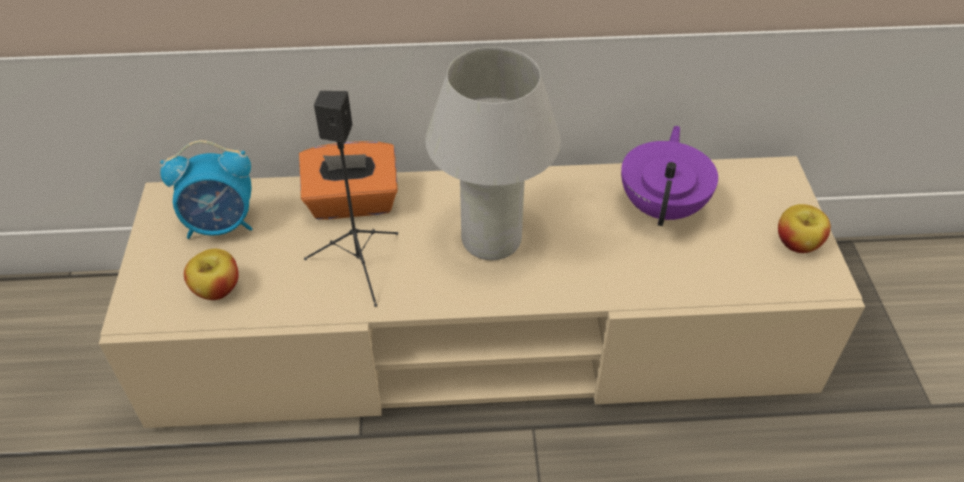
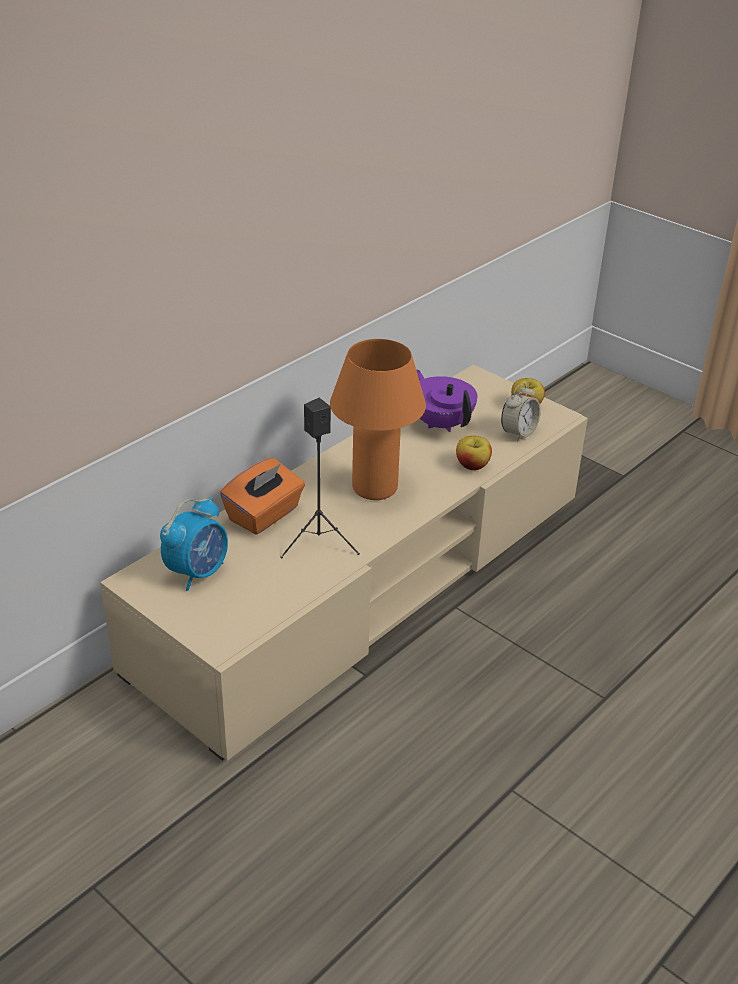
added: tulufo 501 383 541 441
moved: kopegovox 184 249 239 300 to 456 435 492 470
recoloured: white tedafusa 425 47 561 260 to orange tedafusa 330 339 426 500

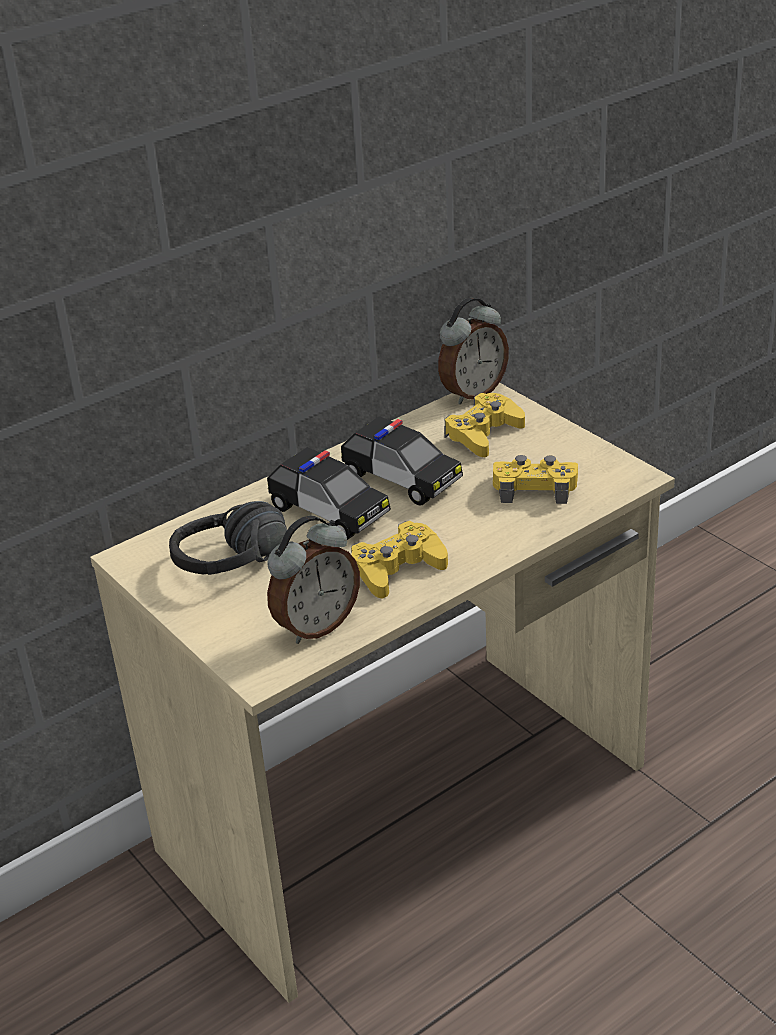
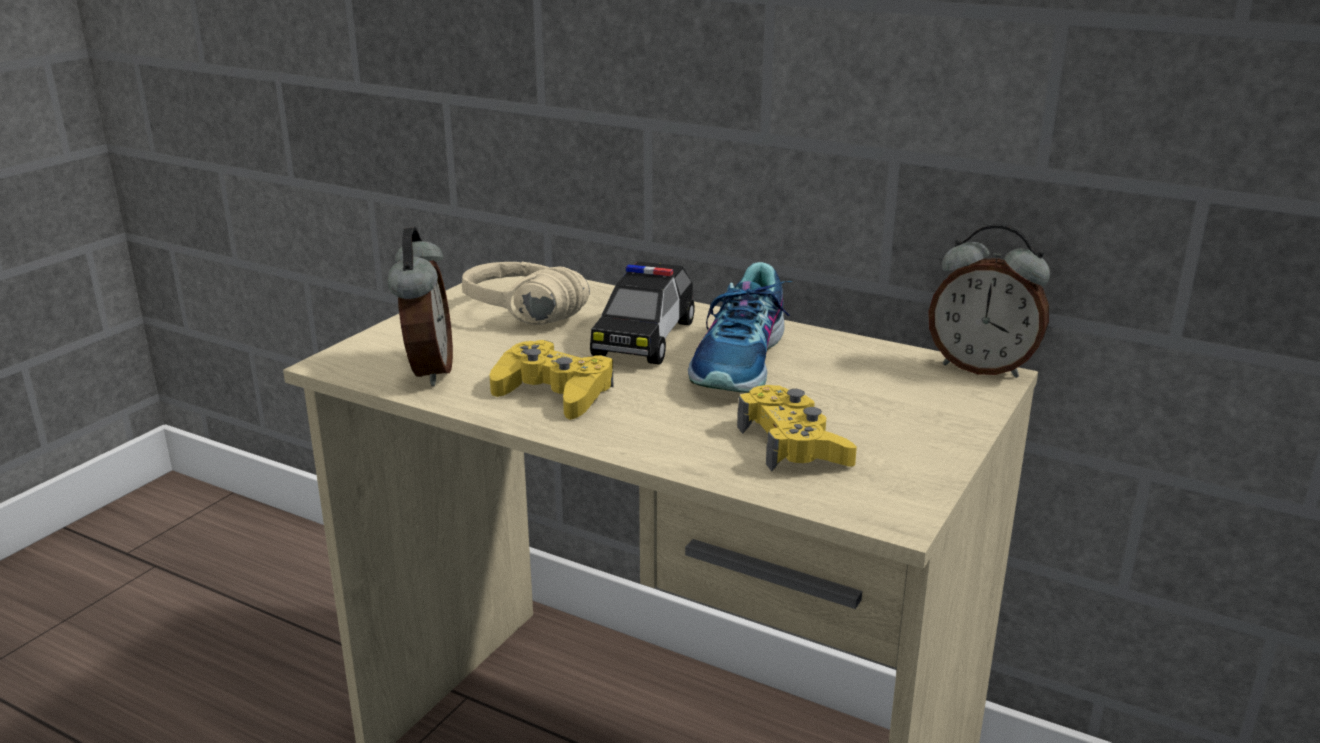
removed: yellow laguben 444 393 525 457
replaced: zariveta 341 416 463 506 to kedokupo 688 262 792 393
recoloured: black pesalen 169 501 287 575 to beige pesalen 462 262 590 325
turned: tulufo 267 515 360 644 = 387 227 453 386 120 degrees counterclockwise

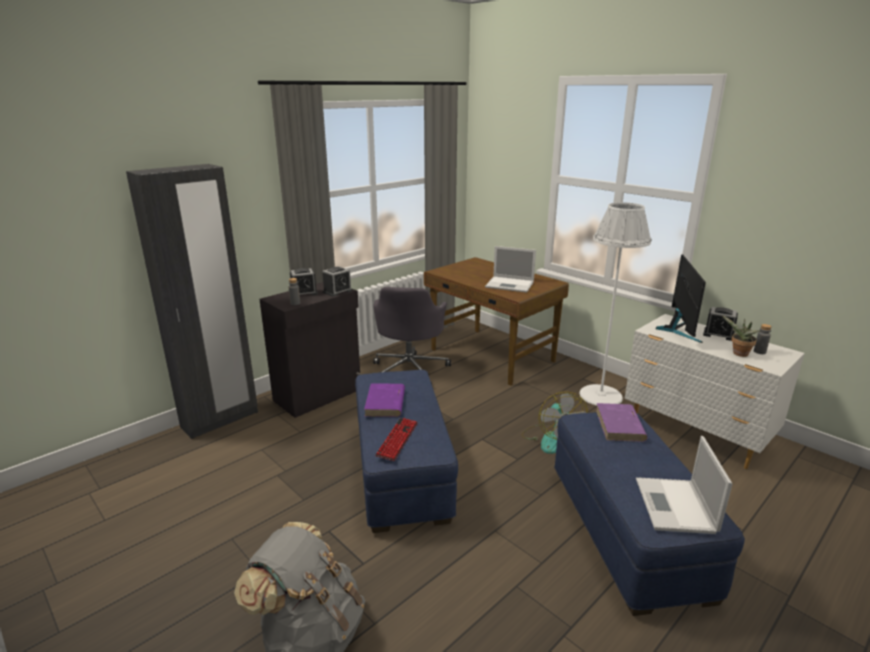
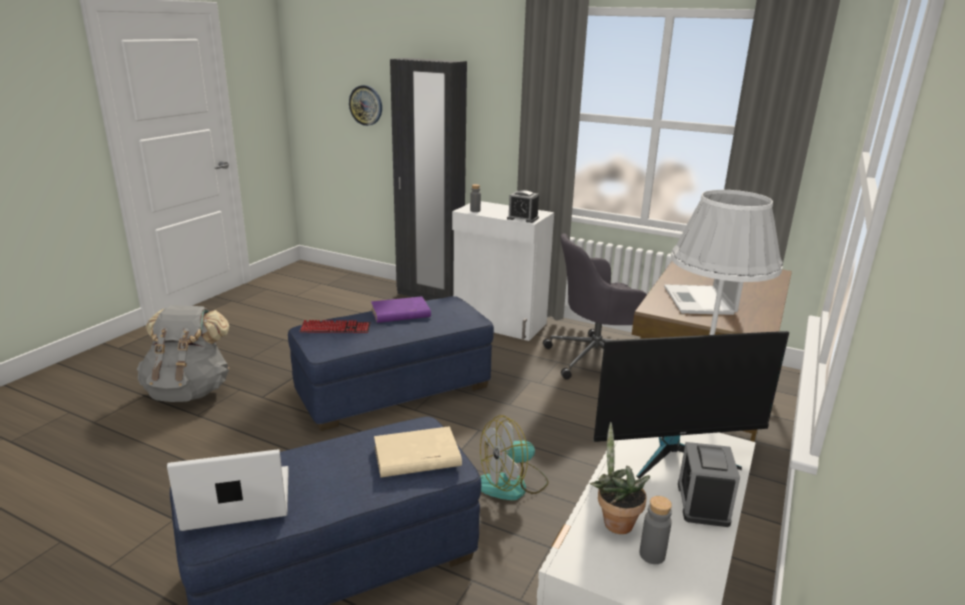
removed: tulufo 290 268 318 295
added: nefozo 349 85 382 126
recoloured: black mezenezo 259 282 361 418 to white mezenezo 452 201 554 341; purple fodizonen 596 403 648 442 to beige fodizonen 374 426 462 478

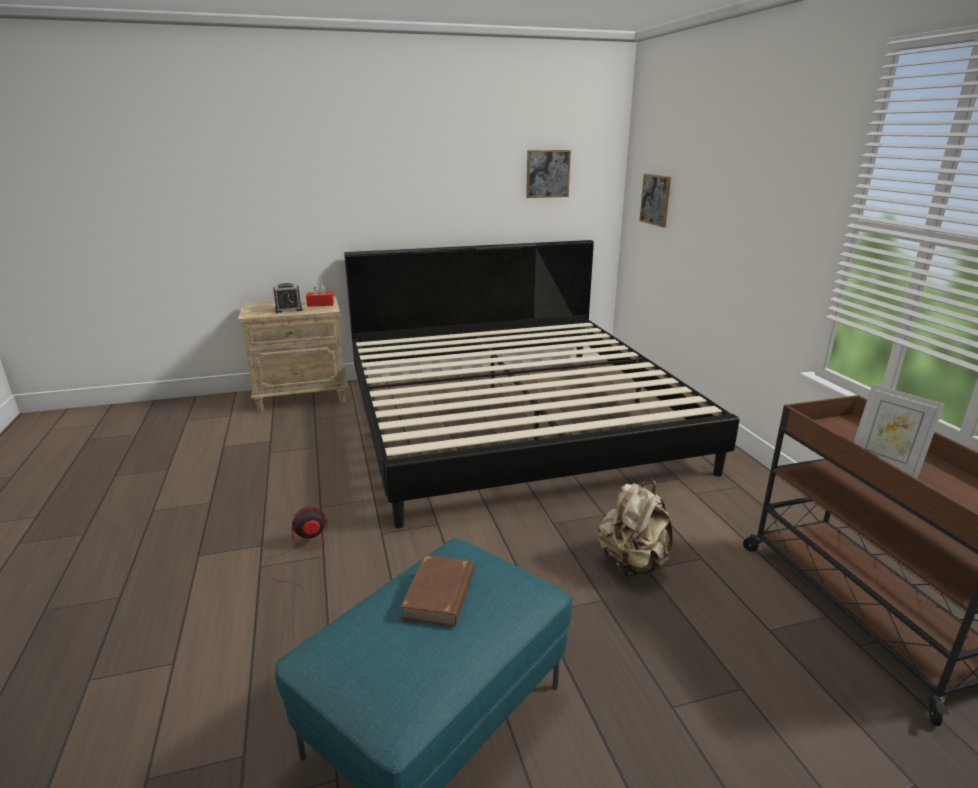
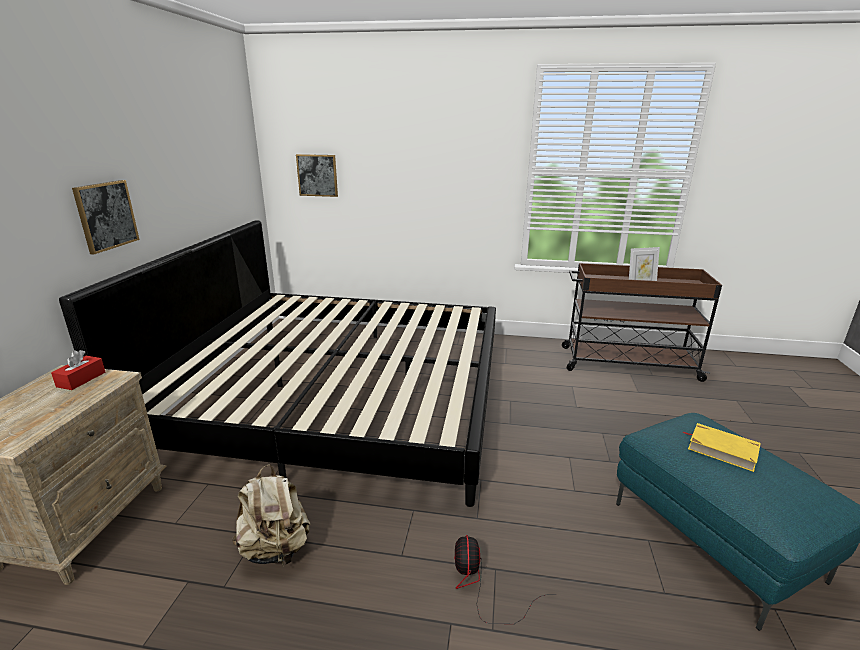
removed: tulufo 273 283 303 313
moved: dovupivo 526 150 571 198 to 72 180 140 254; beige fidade 598 480 673 577 to 232 464 310 565
recoloured: brown fodizonen 401 555 474 627 to yellow fodizonen 682 423 761 472

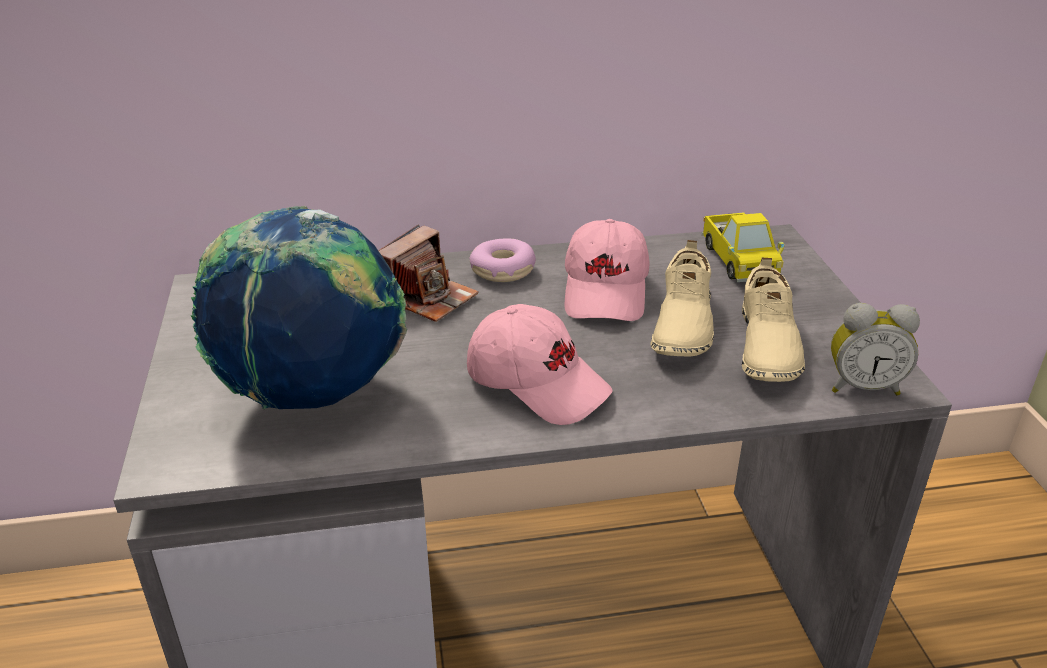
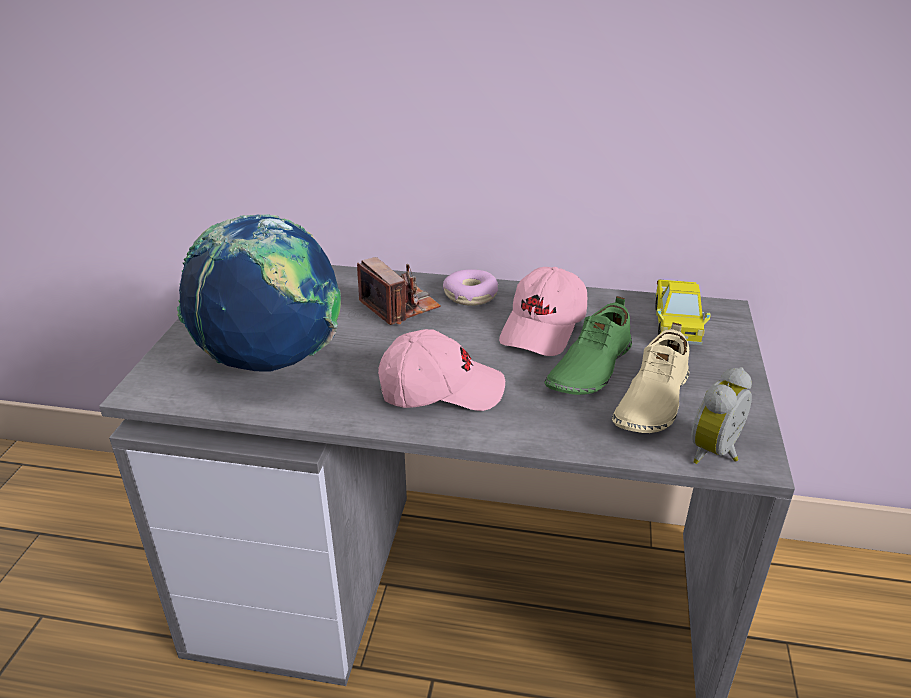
recoloured: beige kedokupo 650 240 714 357 to green kedokupo 544 296 632 395
turned: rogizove 378 224 478 322 = 357 257 441 325 90 degrees counterclockwise; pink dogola 467 304 612 425 = 378 329 505 411 60 degrees counterclockwise; tulufo 831 303 920 395 = 691 367 752 464 105 degrees clockwise

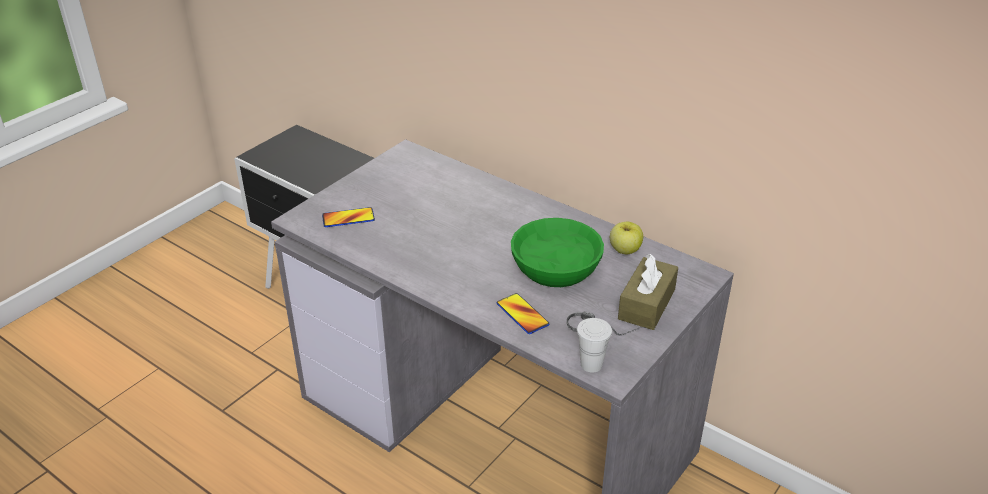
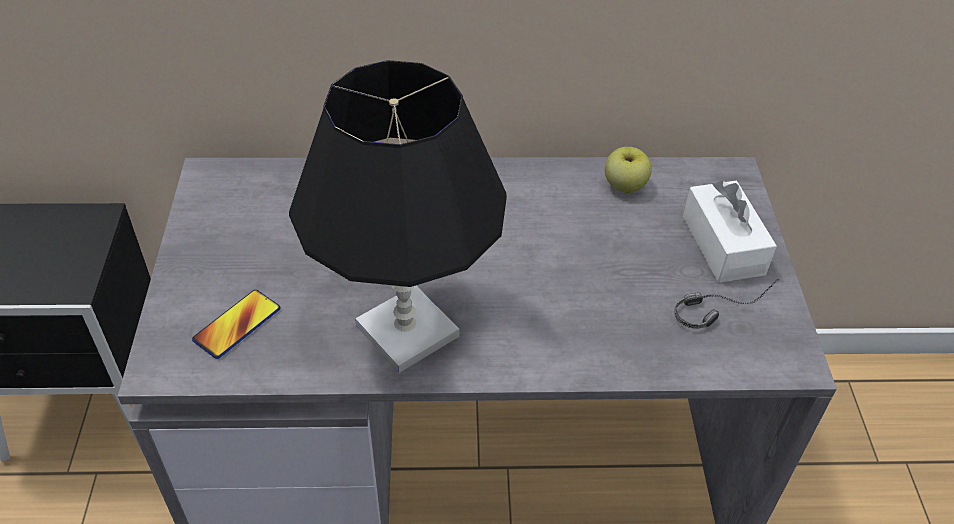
removed: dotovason 497 293 549 334; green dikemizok 511 218 604 287; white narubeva 577 318 612 373
added: black tedafusa 289 60 507 373
recoloured: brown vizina 618 254 678 330 to white vizina 683 181 777 283

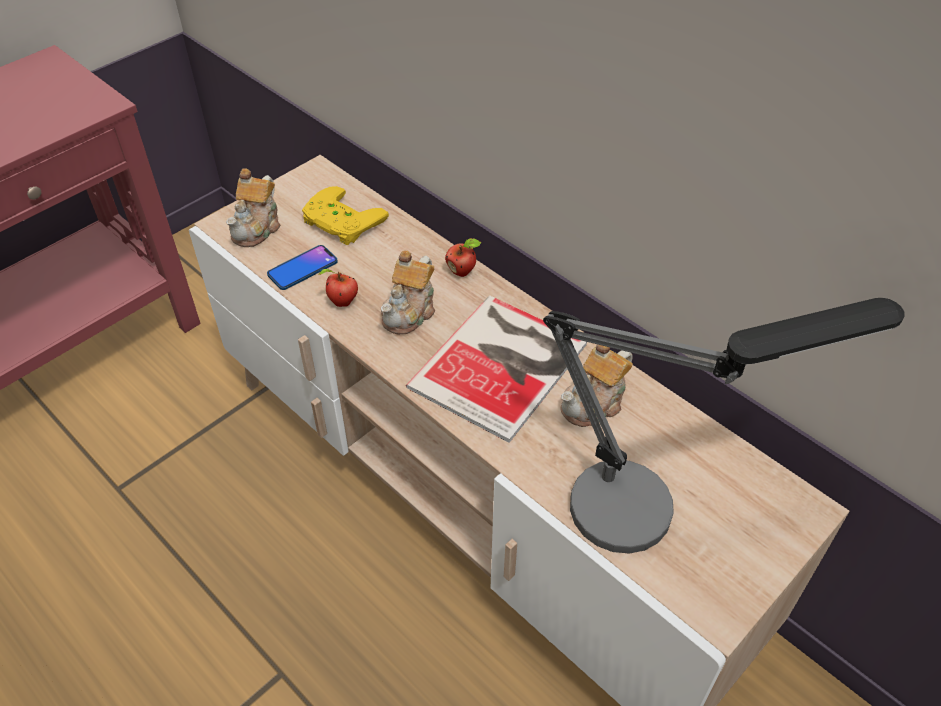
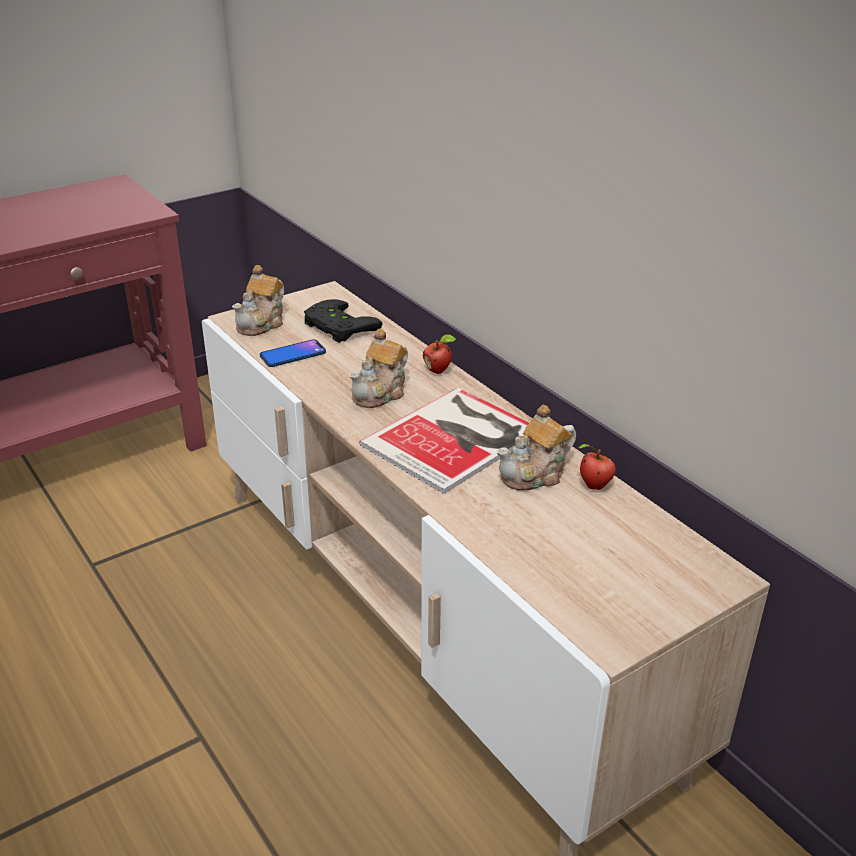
removed: tedafusa 543 298 904 554
moved: kopegovox 318 269 358 307 to 579 444 616 490
recoloured: yellow laguben 302 186 389 245 to black laguben 304 299 382 343

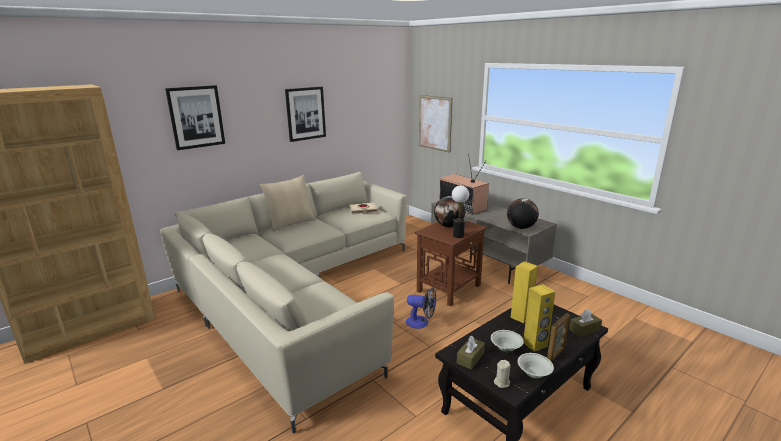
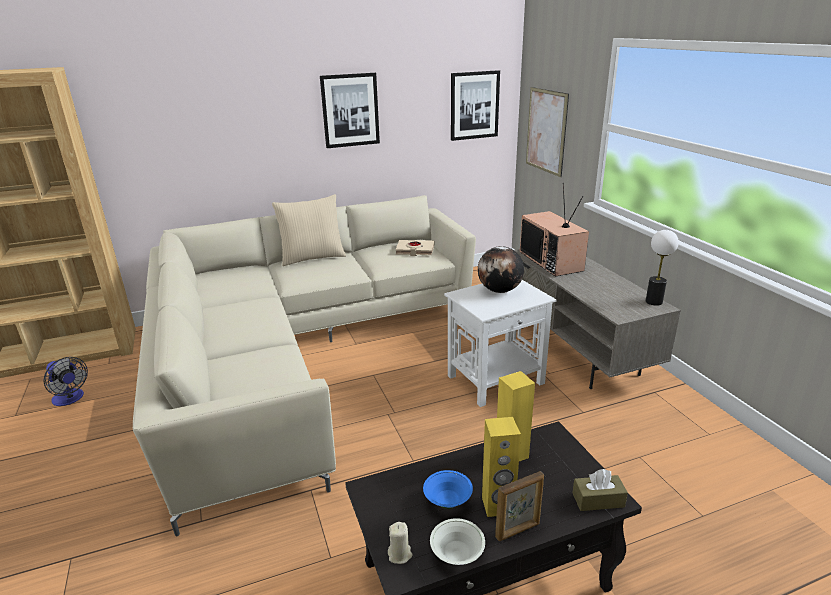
removed: brown vizina 457 336 485 369; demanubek 507 198 539 229
moved: dovupivo 165 85 225 150 to 451 70 500 141; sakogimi 406 288 436 329 to 43 357 88 406; tedafusa 452 186 469 238 to 646 230 679 306
recoloured: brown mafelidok 415 221 487 306 to white mafelidok 444 280 557 407; white dikemizok 491 330 524 352 to blue dikemizok 423 470 473 509

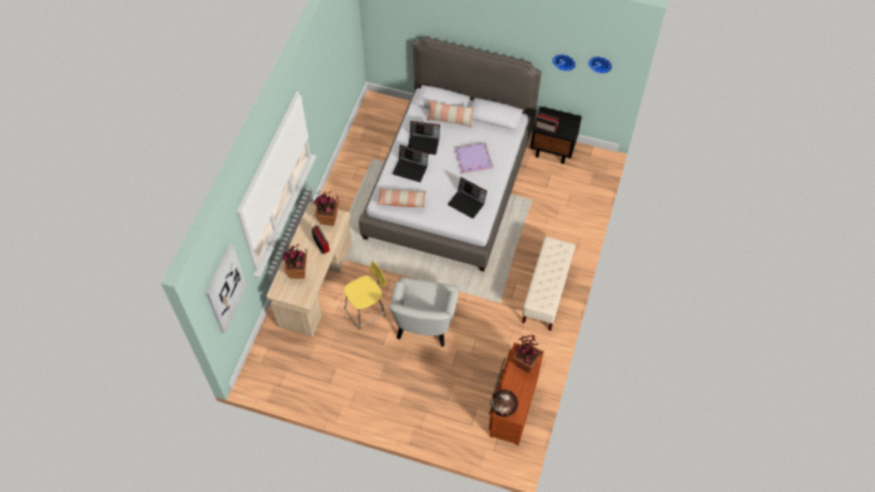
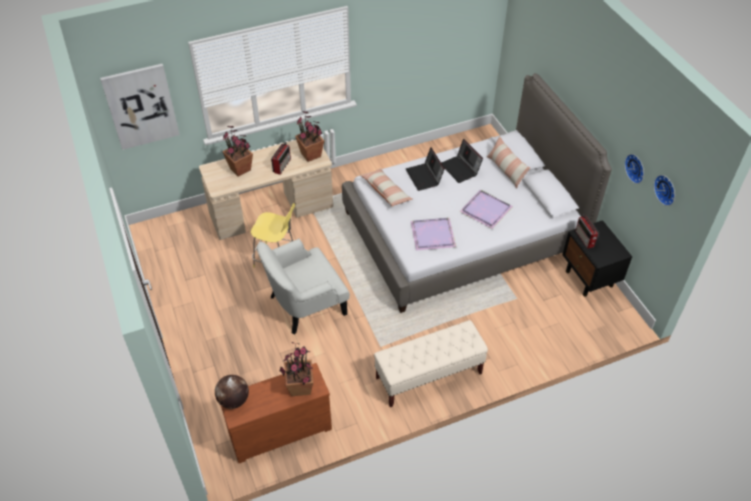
replaced: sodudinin 448 177 487 219 to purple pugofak 411 218 456 250

